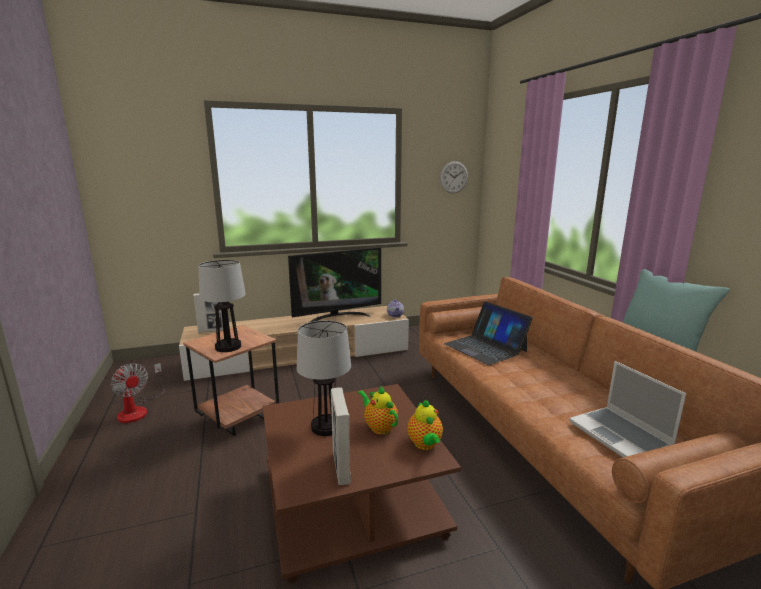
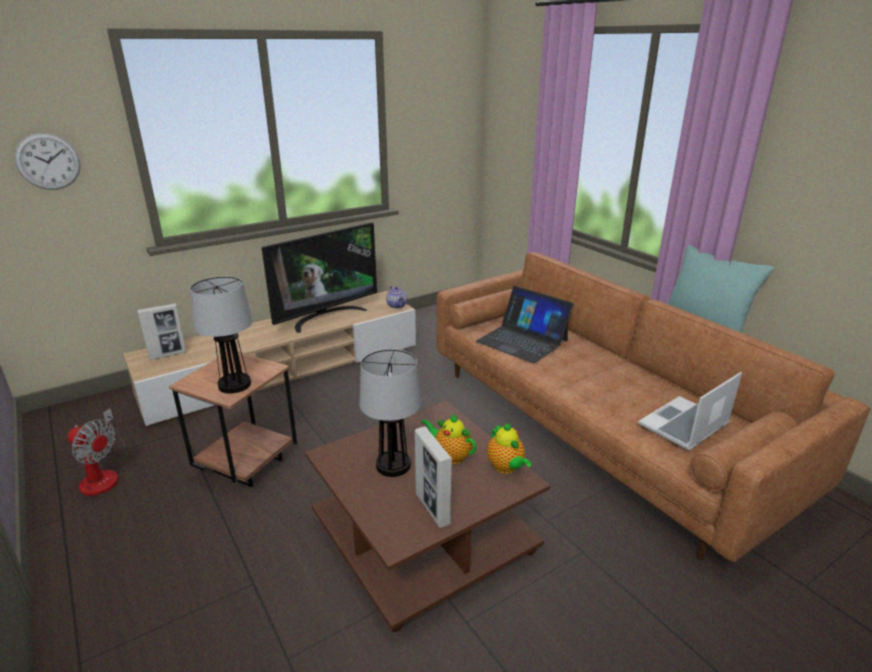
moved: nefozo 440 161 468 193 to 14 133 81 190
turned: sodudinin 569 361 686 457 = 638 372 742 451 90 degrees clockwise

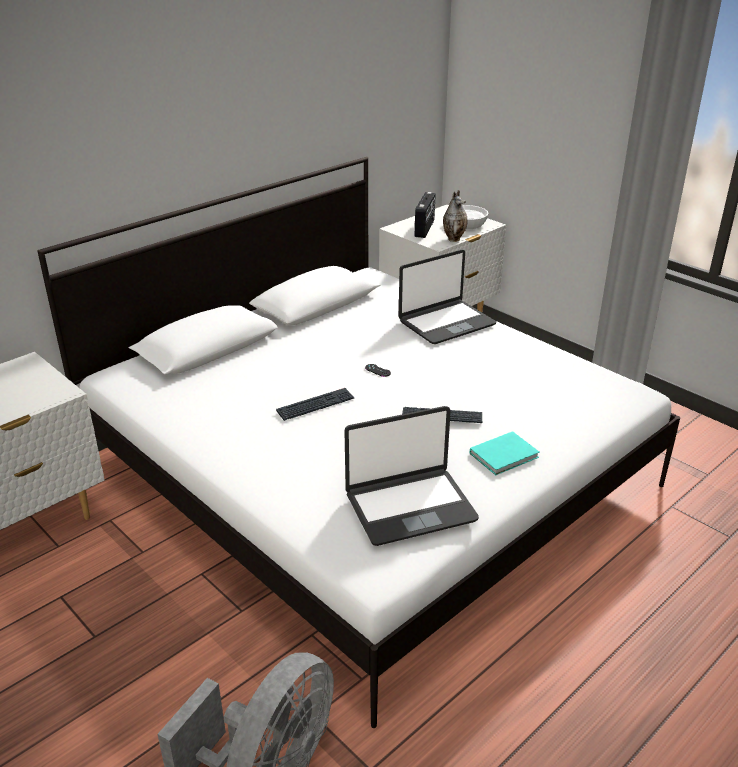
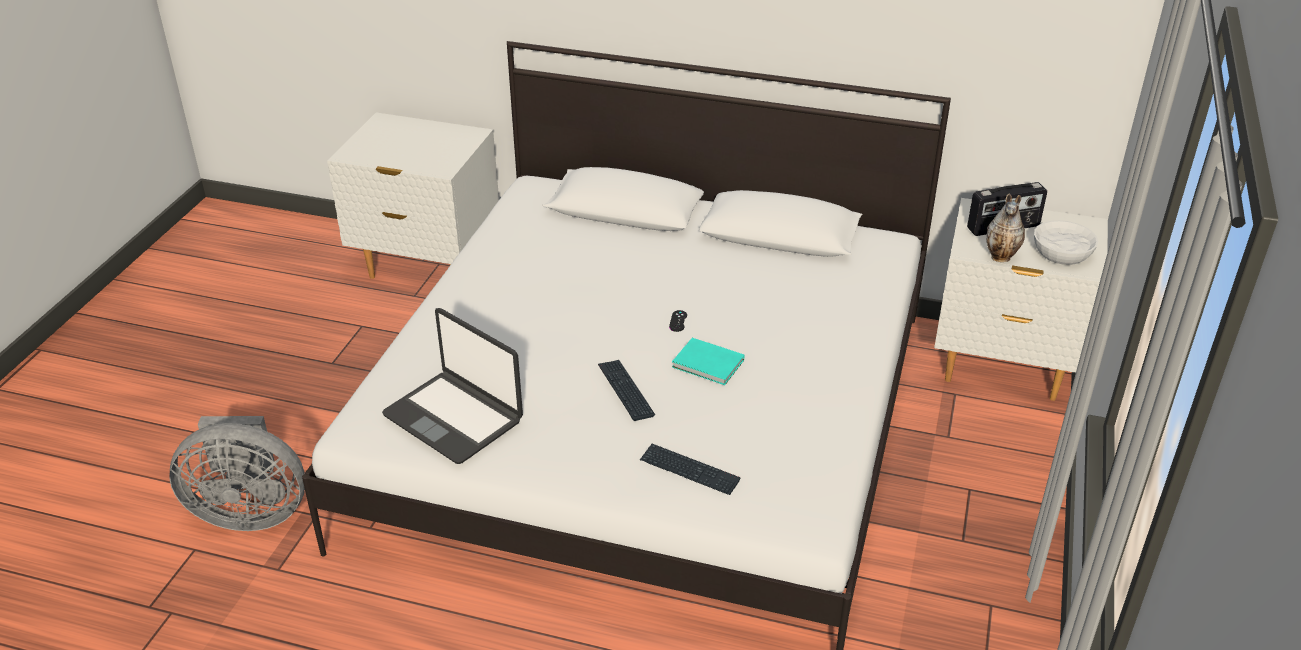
removed: sodudinin 399 250 496 344
moved: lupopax 276 388 354 421 to 640 444 741 495; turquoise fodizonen 470 431 540 475 to 672 338 744 385

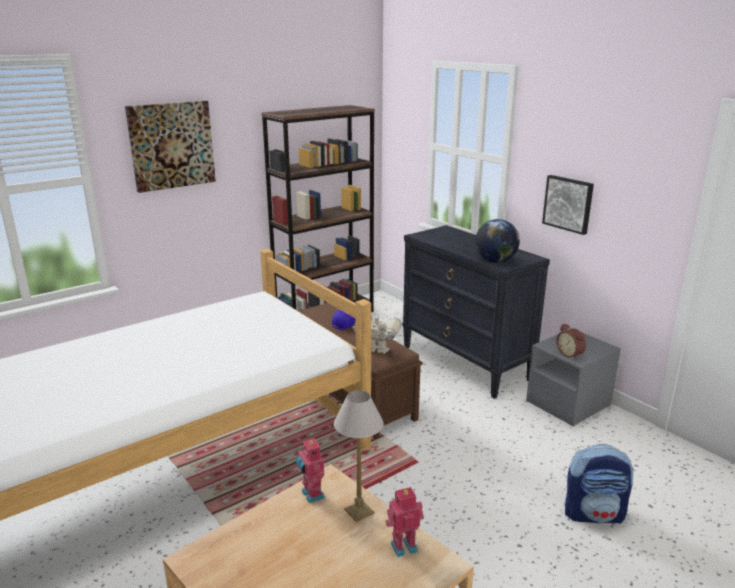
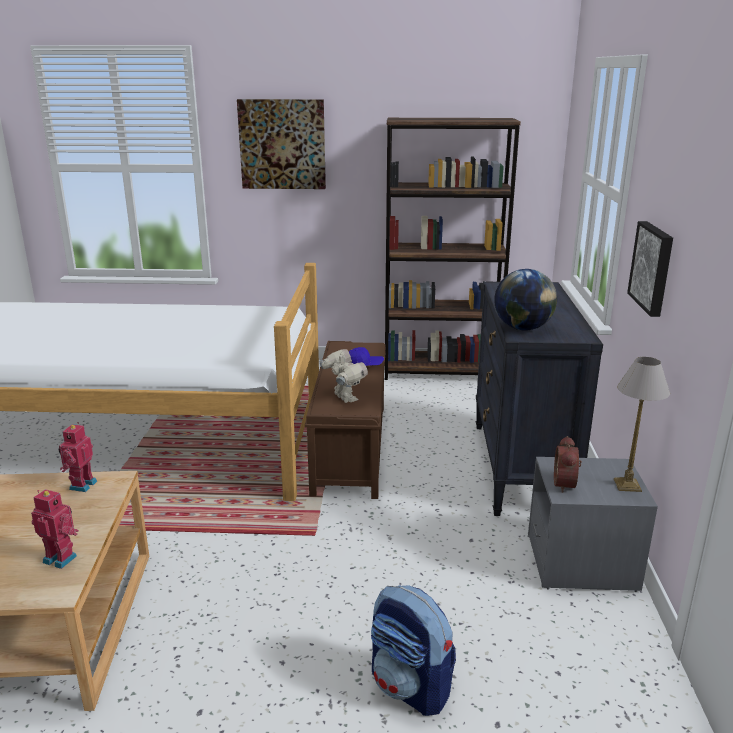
moved: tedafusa 334 390 384 522 to 614 357 670 492

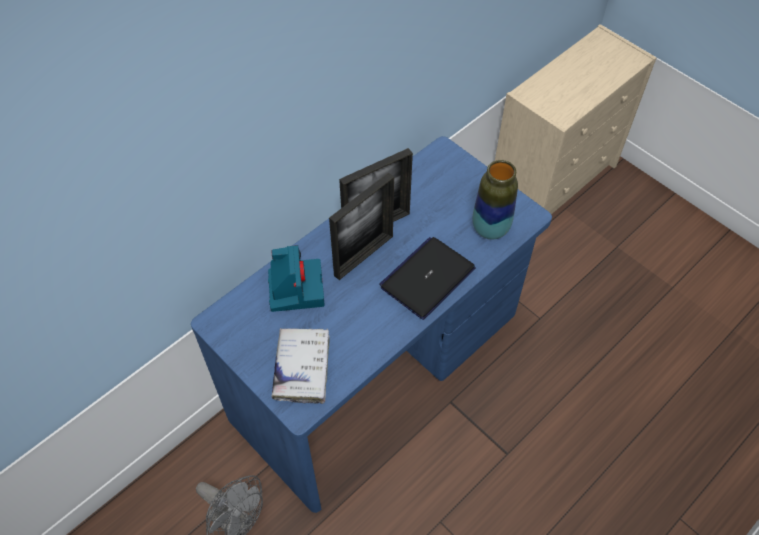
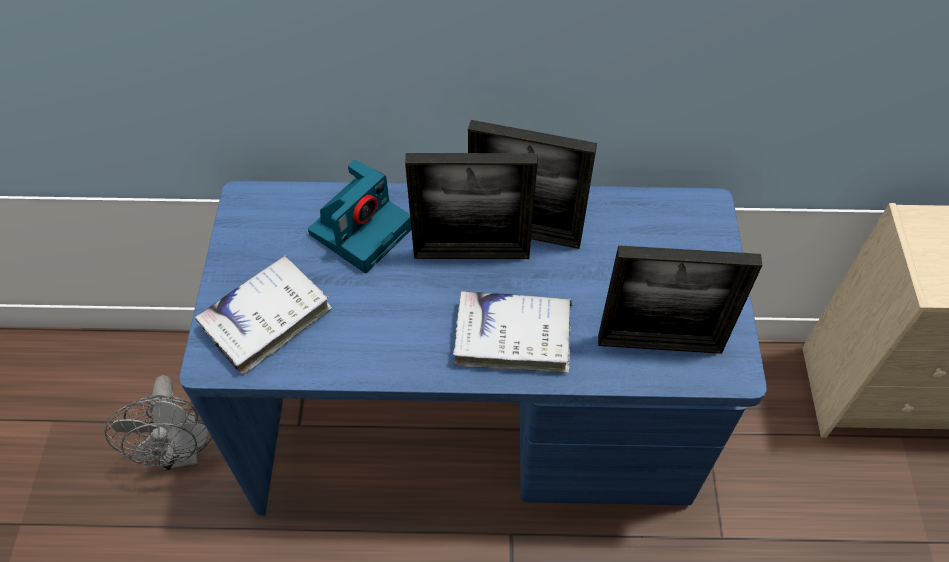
replaced: sodudinin 379 237 475 320 to white fodizonen 453 291 573 373; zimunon 472 160 518 240 to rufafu 598 245 762 354

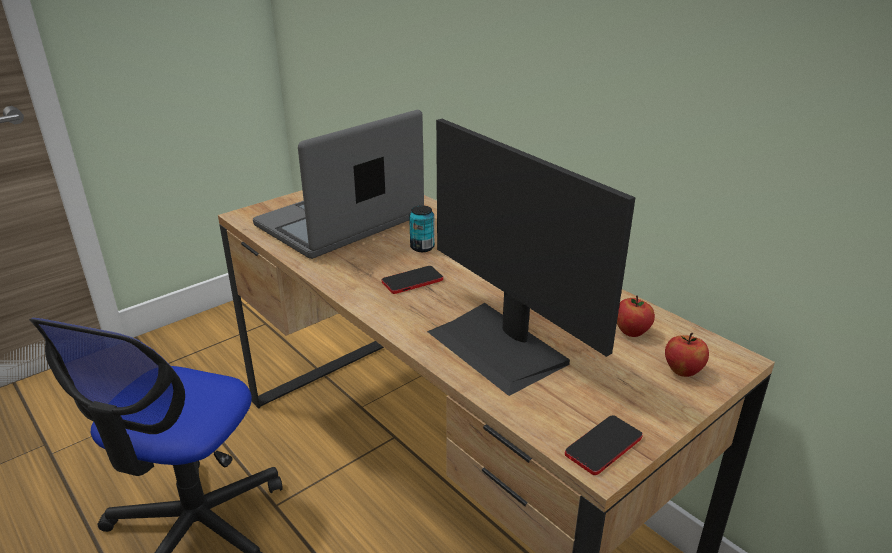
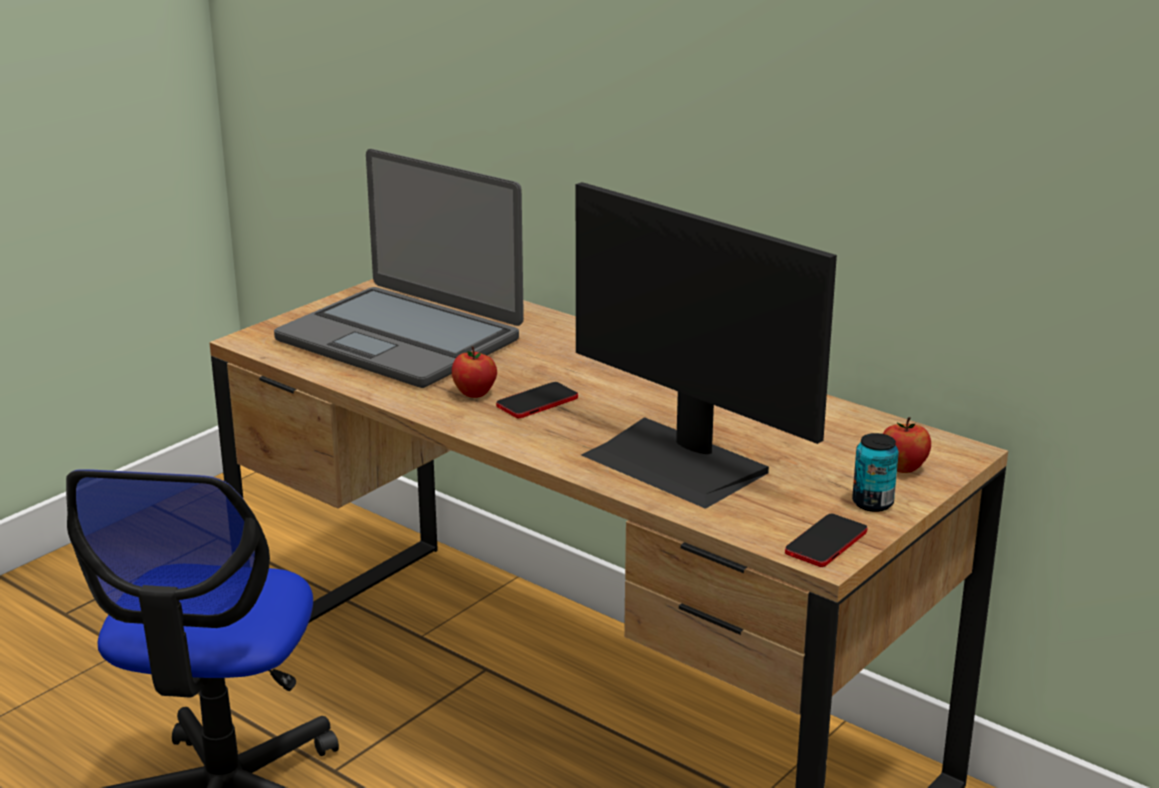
moved: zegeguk 409 205 435 252 to 852 433 899 512; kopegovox 617 295 655 337 to 452 346 497 398
turned: sodudinin 253 110 424 259 = 274 149 524 388 90 degrees counterclockwise

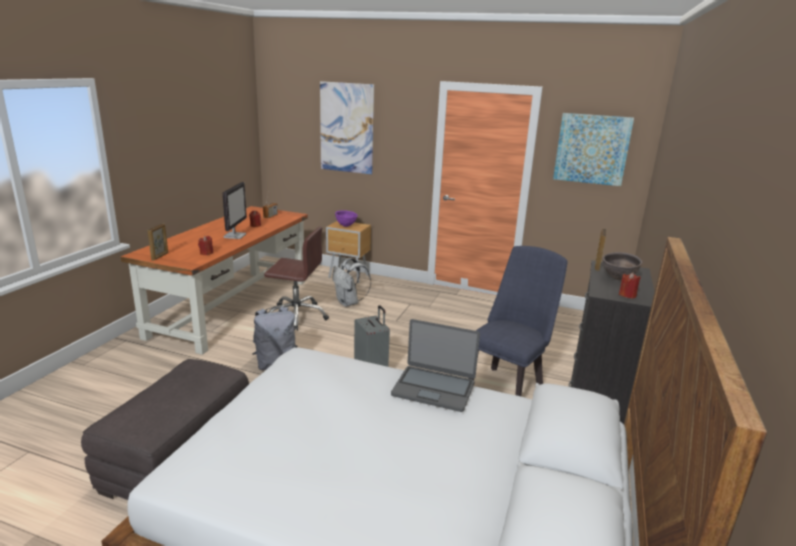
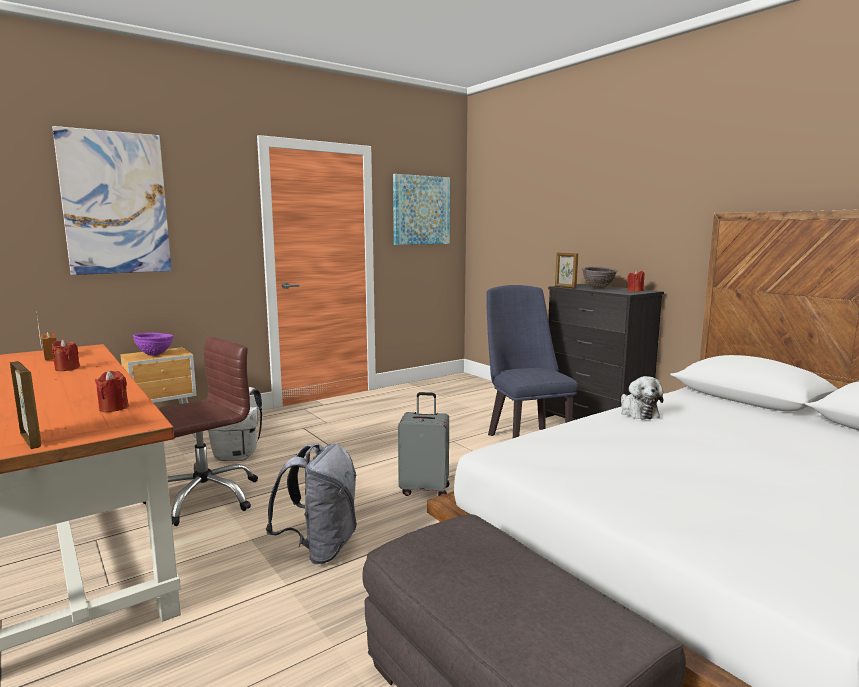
removed: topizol 222 182 247 239
replaced: sodudinin 391 319 480 412 to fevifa 621 376 663 420

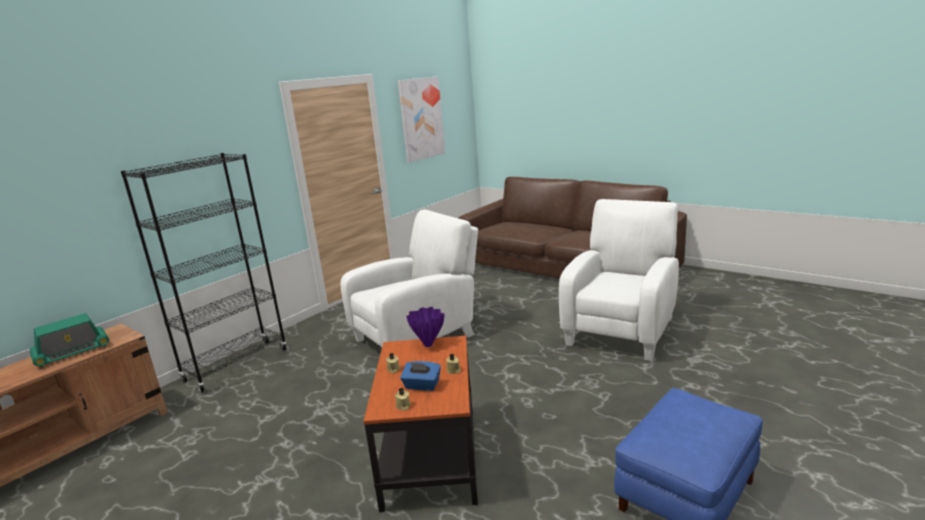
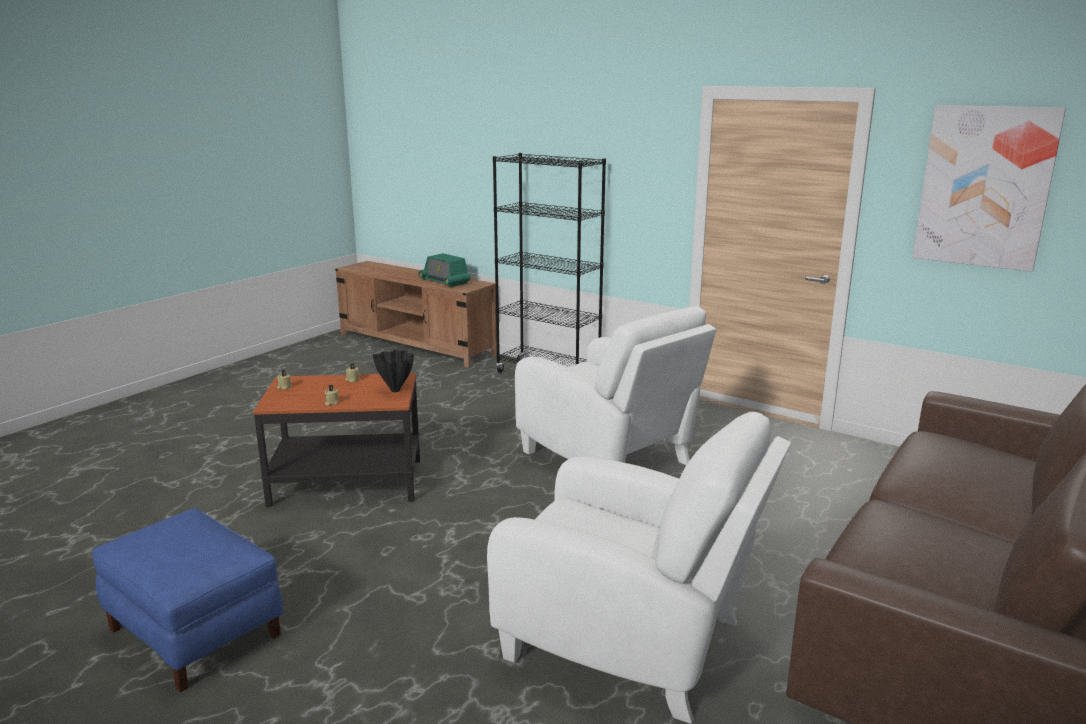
removed: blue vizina 400 361 441 391
recoloured: purple zimunon 406 307 444 347 to black zimunon 373 350 414 392

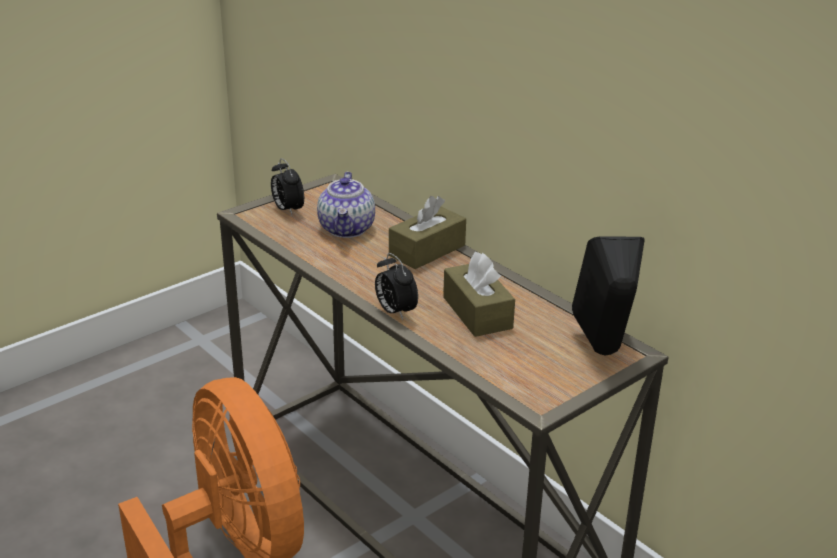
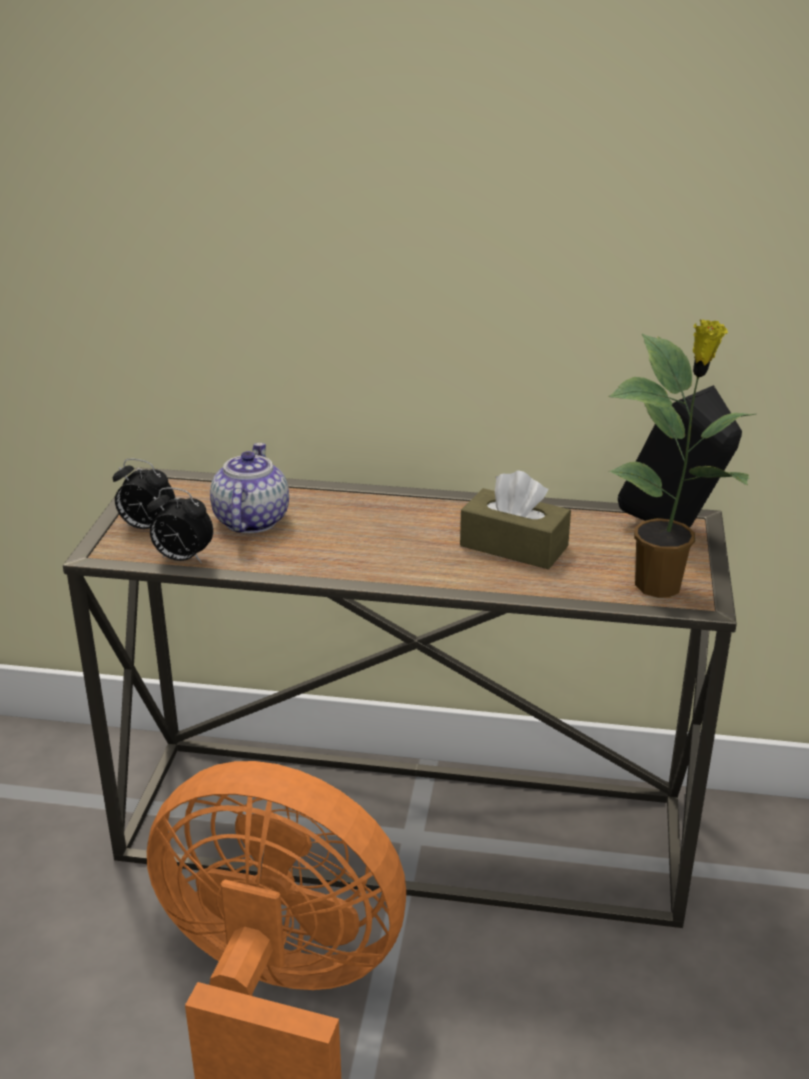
removed: brown vizina 389 196 466 269
added: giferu 608 319 756 598
moved: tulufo 375 253 418 320 to 147 488 213 563
turned: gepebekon 317 172 375 238 = 210 443 289 534 135 degrees counterclockwise

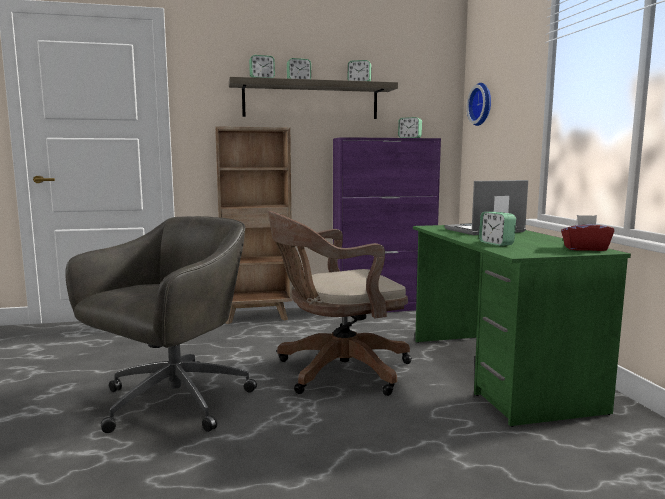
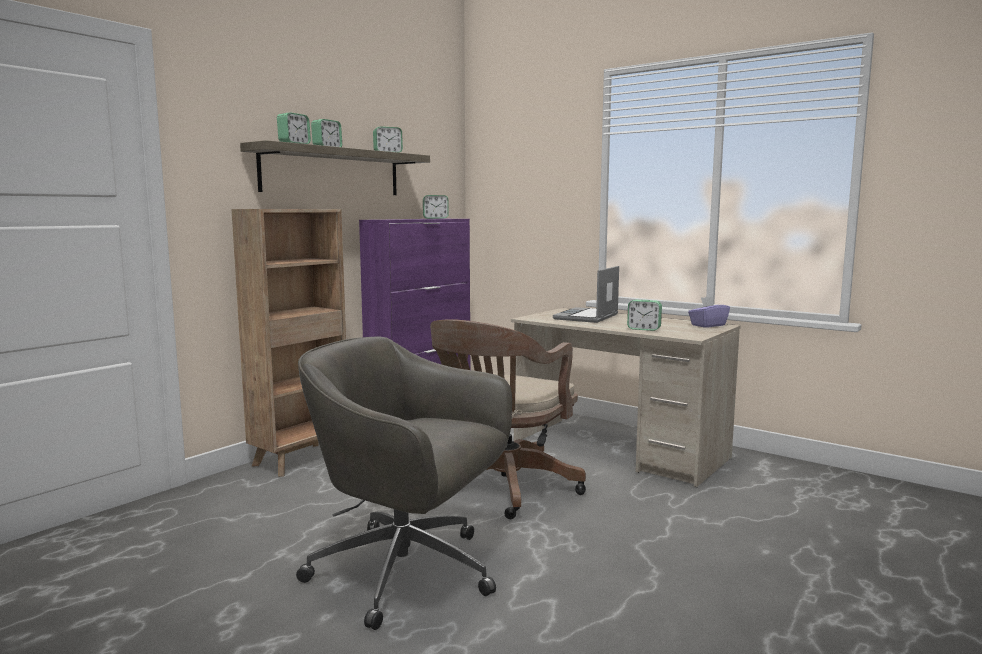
removed: nefozo 467 83 491 126
recoloured: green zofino 413 225 631 427 to beige zofino 511 308 741 487; red vizina 561 215 614 251 to purple vizina 688 296 730 328
turned: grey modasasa 65 216 257 433 = 296 337 512 630 60 degrees counterclockwise

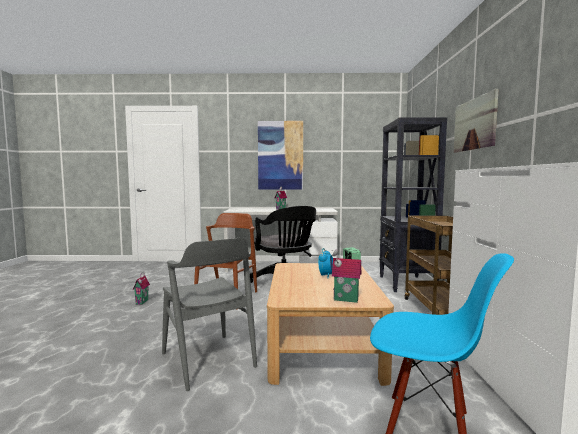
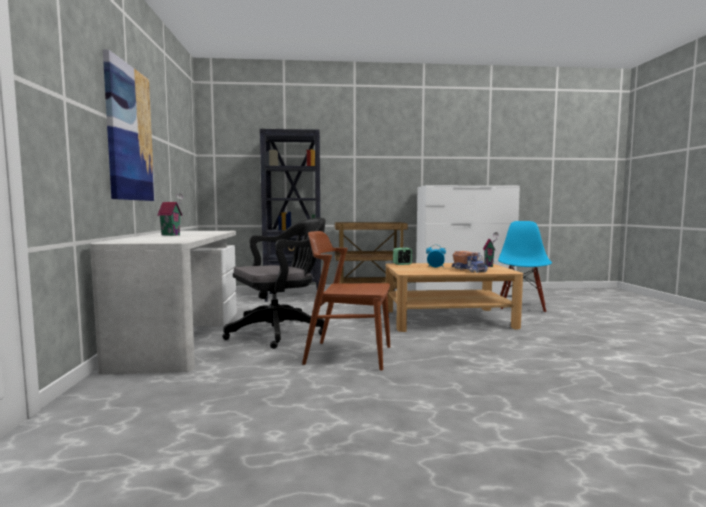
removed: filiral 133 272 150 305; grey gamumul 162 237 257 391; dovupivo 454 89 499 153
added: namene 452 251 489 273

